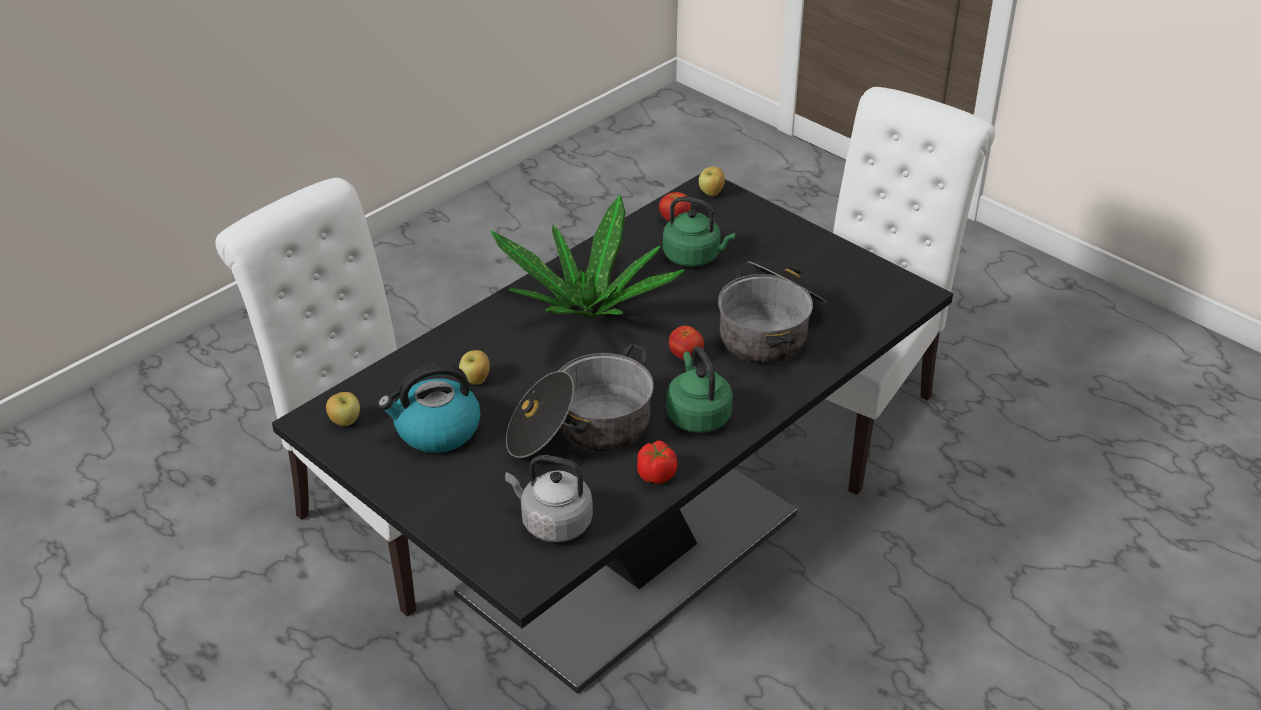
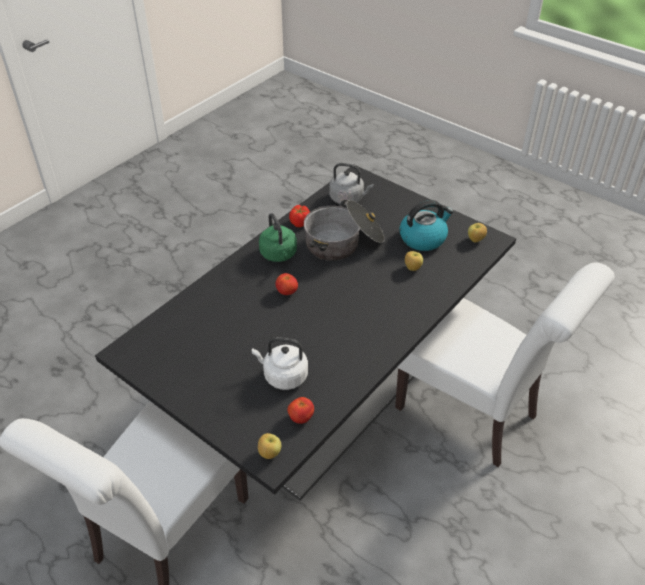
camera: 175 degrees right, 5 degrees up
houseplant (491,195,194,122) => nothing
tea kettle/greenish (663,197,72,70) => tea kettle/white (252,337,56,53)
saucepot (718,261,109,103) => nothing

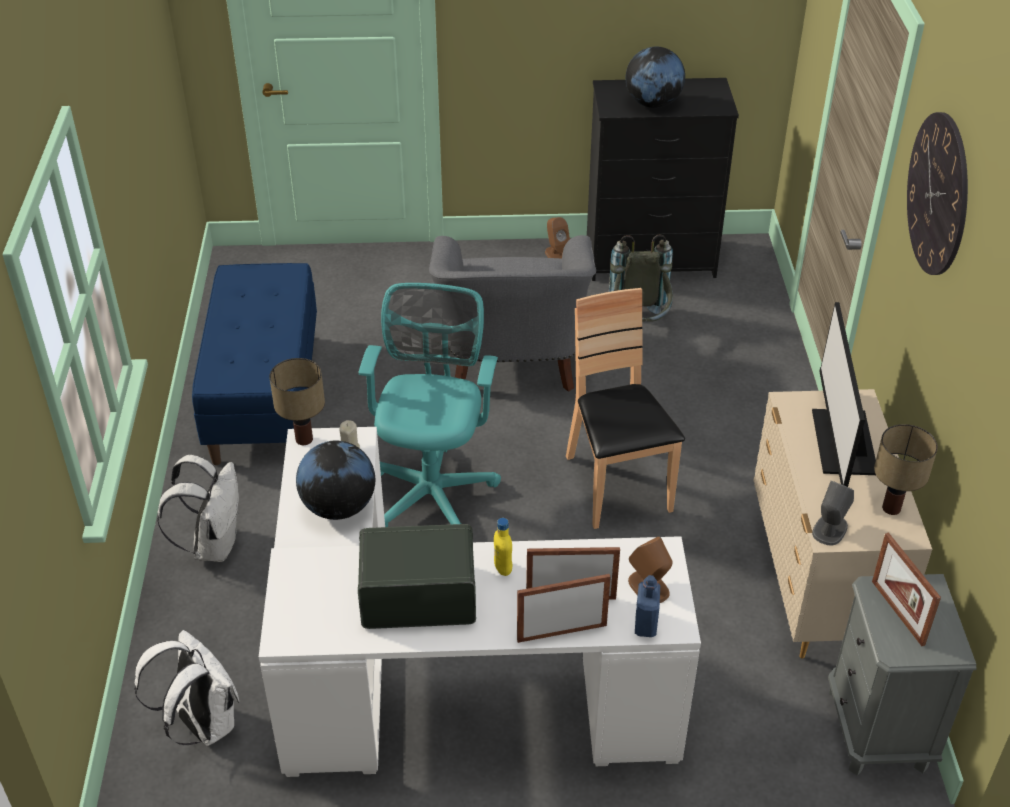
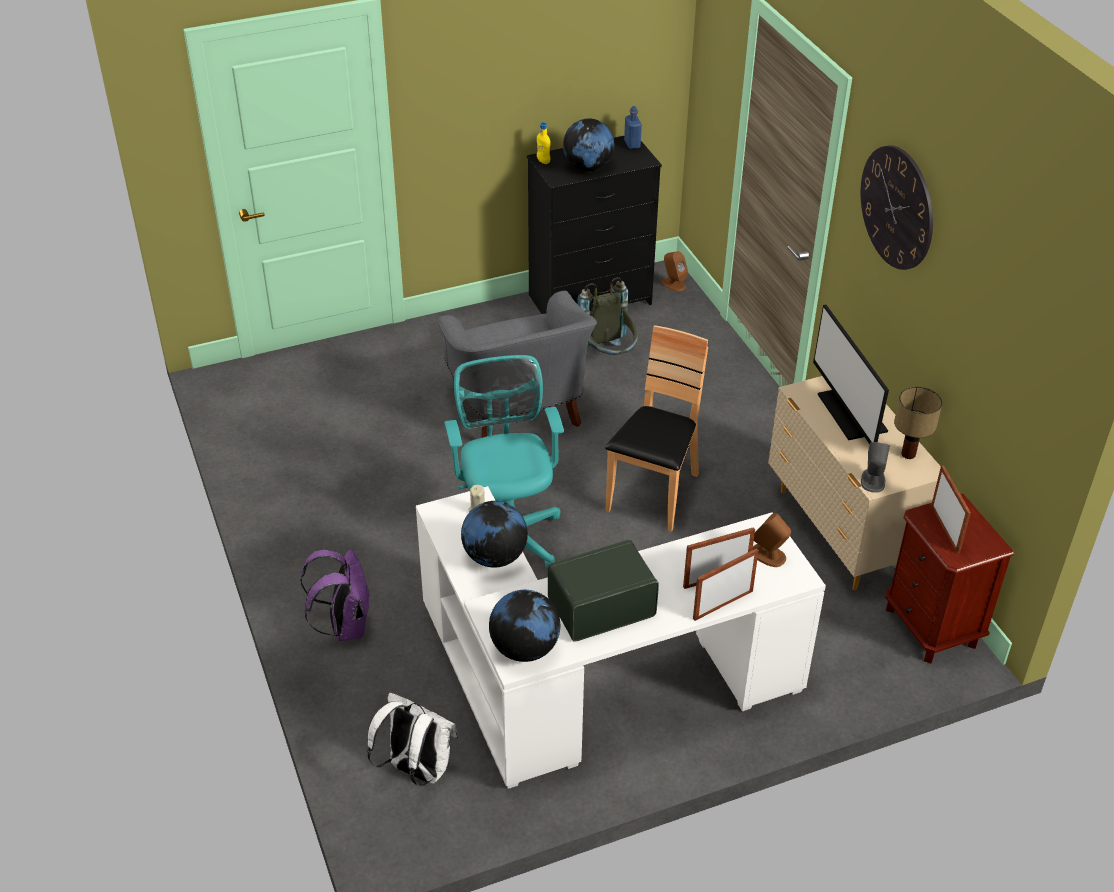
camera: 20 degrees left, 0 degrees up
loudspeaker/brownish (545,217,25,41) => loudspeaker/brownish (662,251,26,41), move
bench/bluish (192,263,125,202) => nothing
upright chair/brownish (566,288,119,241) => upright chair/brownish (605,325,103,207), 60 degrees clockwise
tabletop lamp (269,358,56,87) => nothing
backpack/white (157,455,82,107) => backpack/purplish (300,549,70,92)
drink bottle/yellow (494,518,18,58) => drink bottle/yellow (537,122,13,42), move
picture frame (872,532,69,114) => picture frame (931,465,40,88), 150 degrees counterclockwise
bedside table/grey (828,574,148,202) => bedside table/brownish (885,494,129,170)
drink bottle/bluish (635,575,25,62) => drink bottle/bluish (624,106,18,43), move
nothing => desk globe (489,590,71,72)

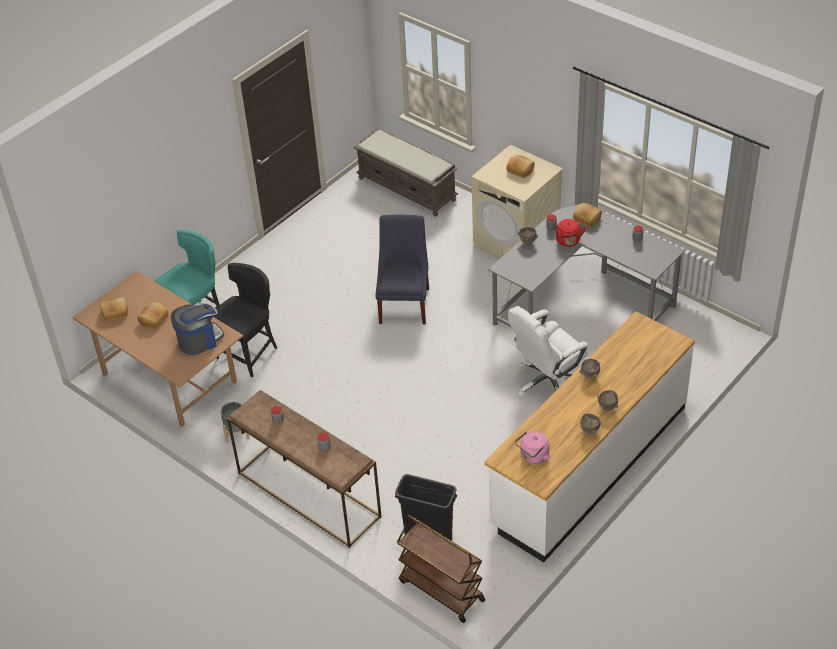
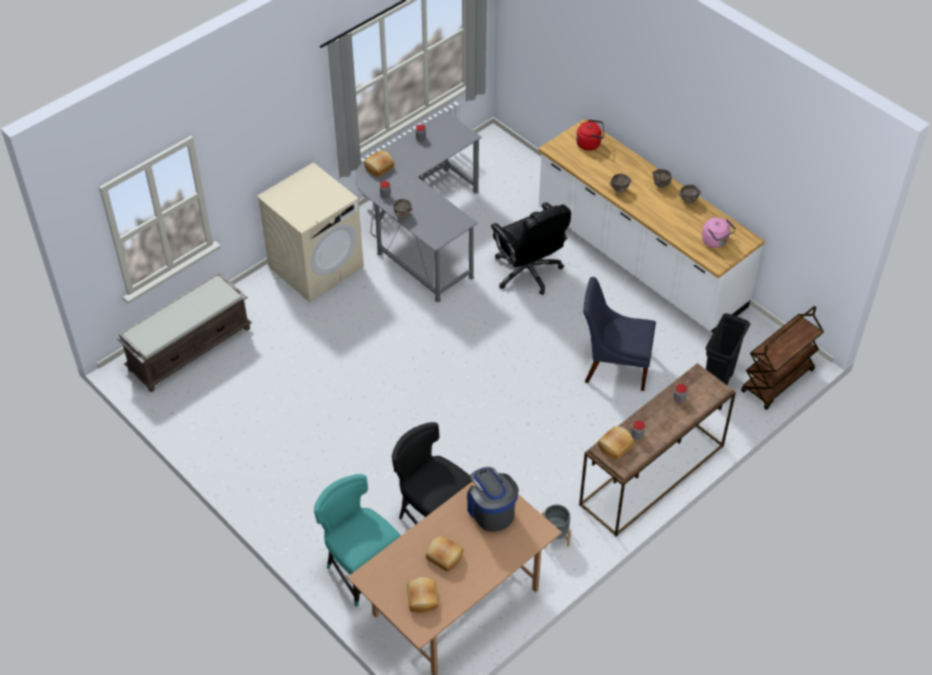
camera: 85 degrees left, 5 degrees up
bread (506,155,29,23) => bread (598,426,36,34), move
upright chair/bluish (375,215,54,110) => upright chair/bluish (583,277,73,114), move
tea kettle/reddish (556,219,30,28) => tea kettle/reddish (576,120,28,31), move
office chair/white (508,306,80,90) => office chair/black-coloured (491,202,80,93)

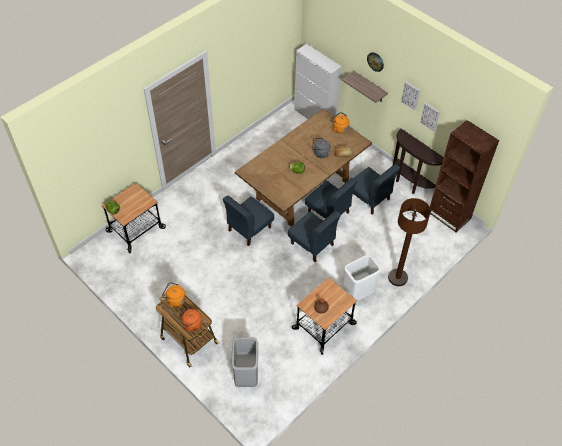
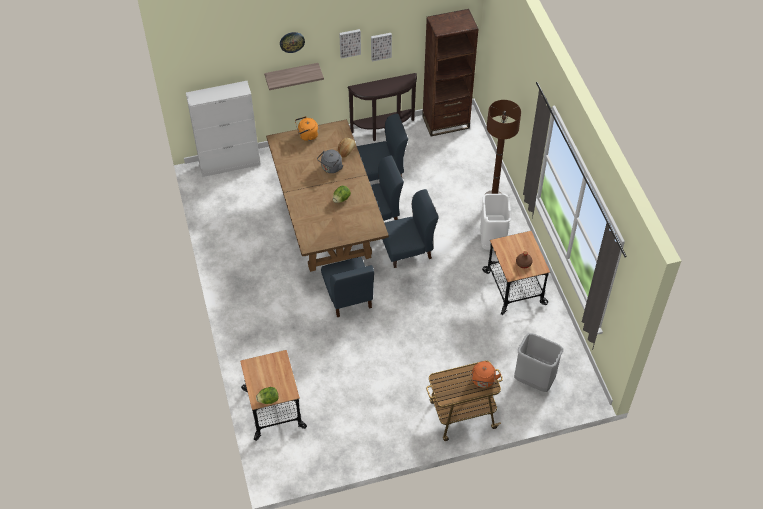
camera: 60 degrees left, 0 degrees up
tea kettle/orange-coloured (162,282,24,25) => nothing

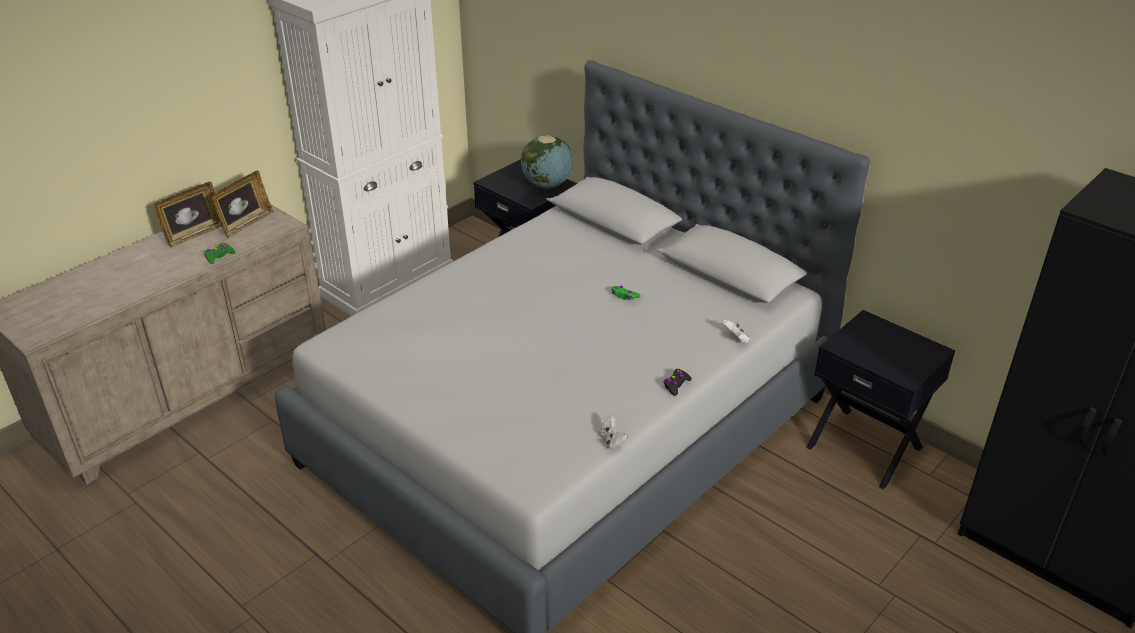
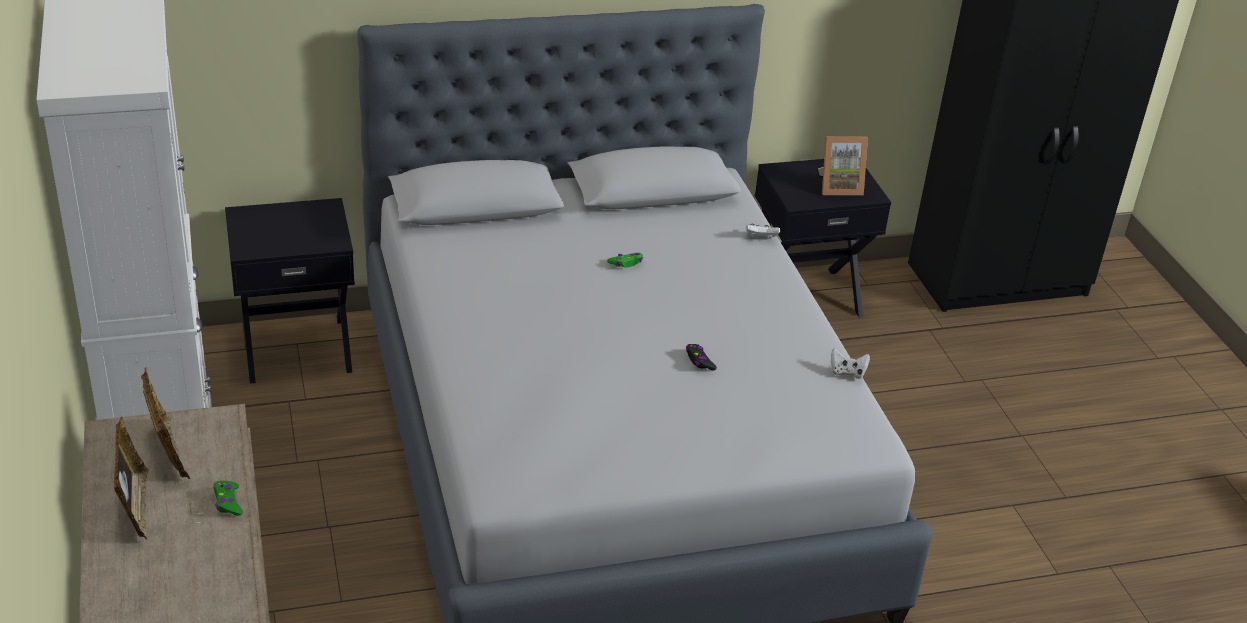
camera: 60 degrees left, 0 degrees up
desk globe (521,135,52,54) => nothing
gamepad/black-coloured (663,369,29,27) => gamepad/black-coloured (686,344,31,27), move
nothing => picture frame (818,136,50,59)

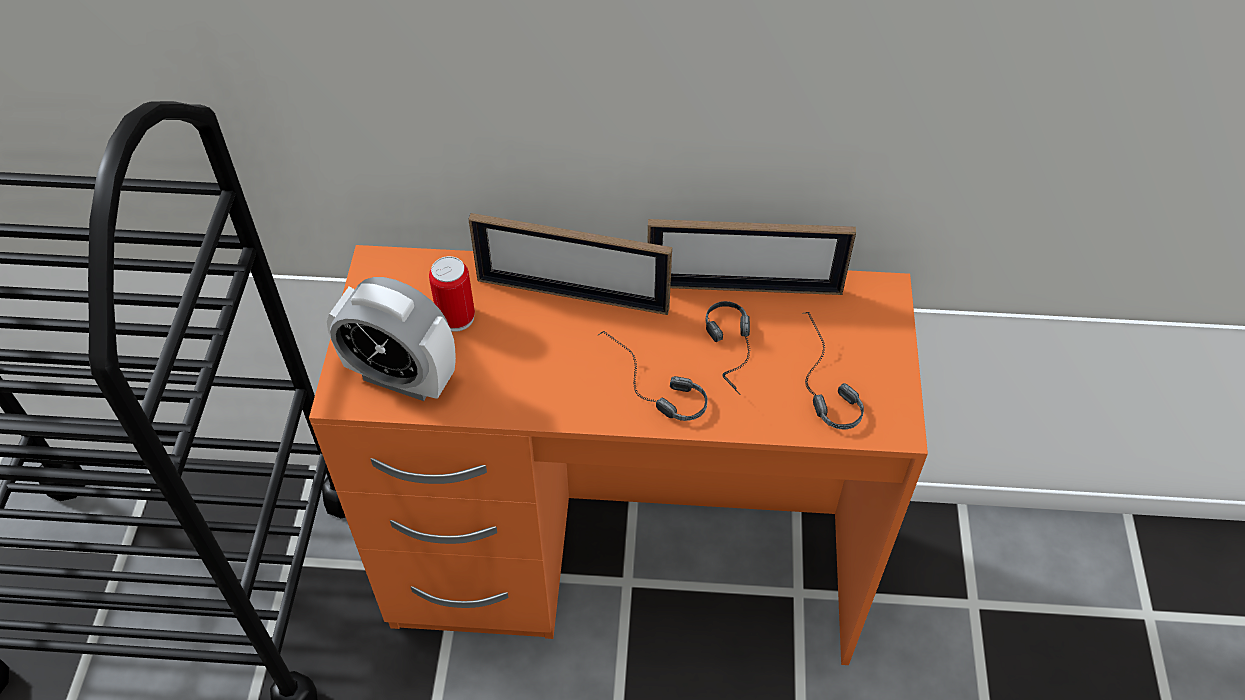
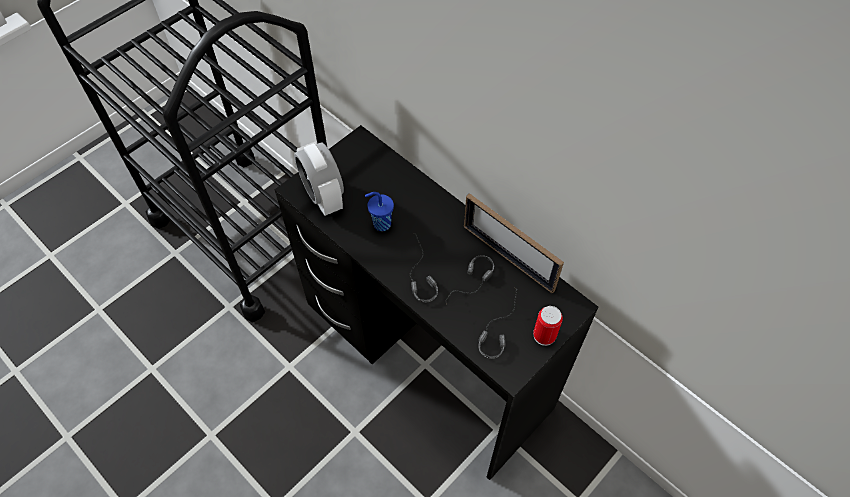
camera: 40 degrees right, 5 degrees up
picture frame (468,213,204,102) => nothing
desk/orange-coloured (309,245,619,420) => desk/black-coloured (275,125,323,355)
can (429,256,46,76) => can (533,306,30,40), move
nothing => cup/bluish (365,192,29,39)

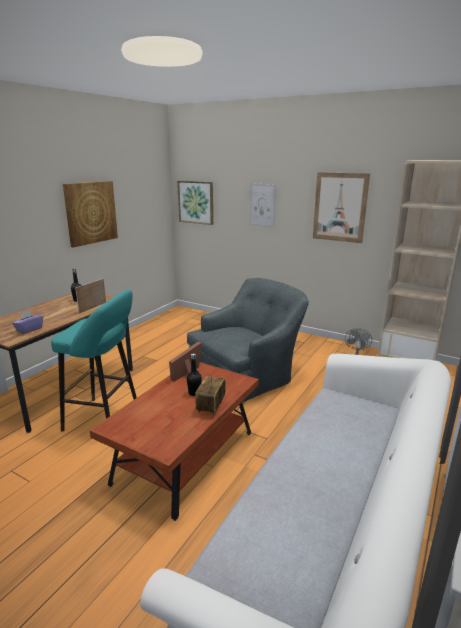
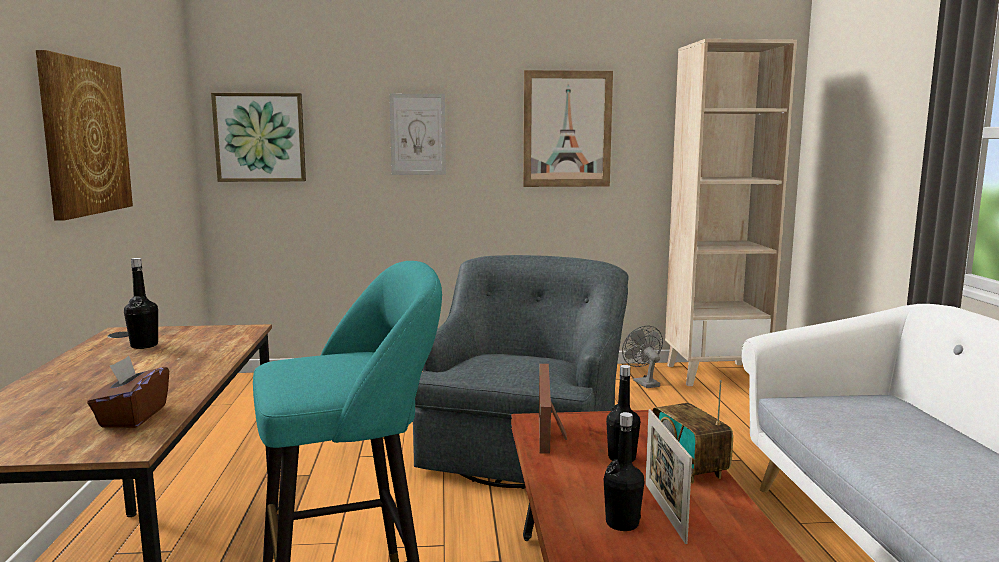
camera: 35 degrees left, 10 degrees down
picture frame (75,278,31,36) => picture frame (645,409,47,135), move
tissue holder/purplish (12,310,31,24) => tissue holder/brownish (87,356,82,72)
nothing => drink bottle/black-coloured (604,412,40,119)

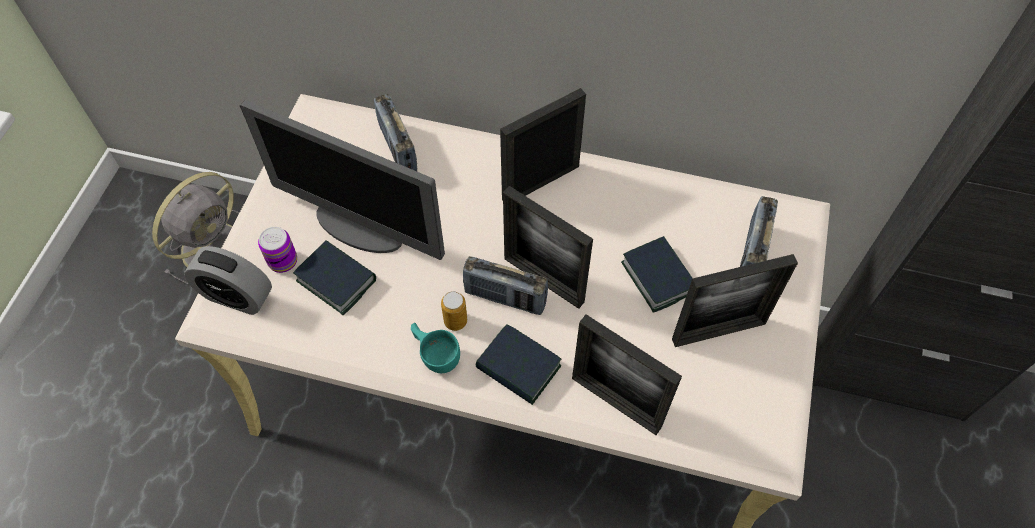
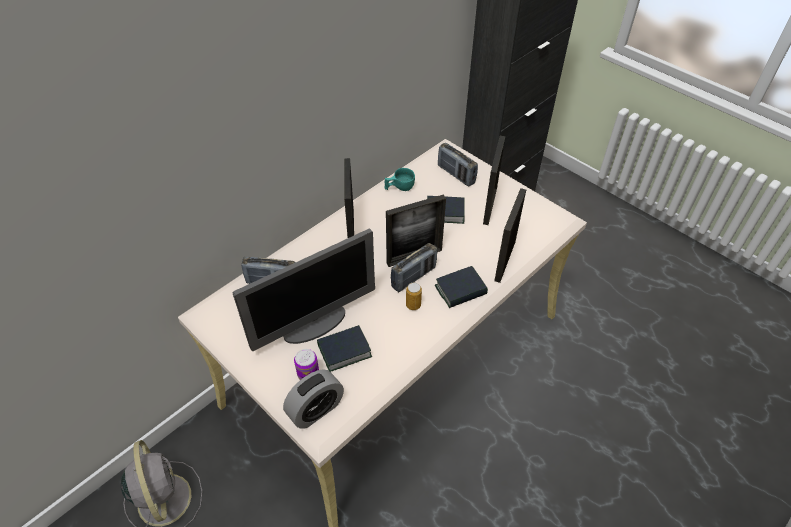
camera: 60 degrees left, 10 degrees down
picture frame (572,314,110,121) => picture frame (494,188,32,95), 135 degrees clockwise
cup/turquoise (411,323,49,50) => cup/turquoise (384,168,31,23), move

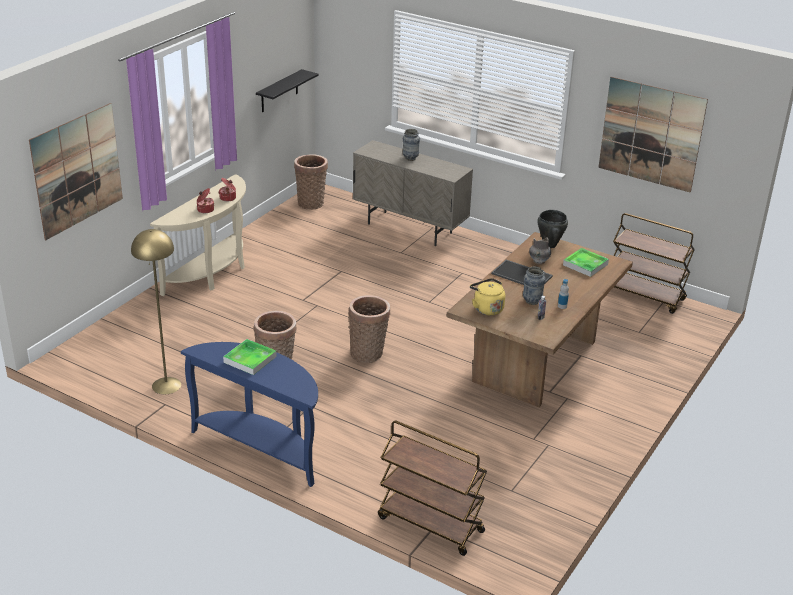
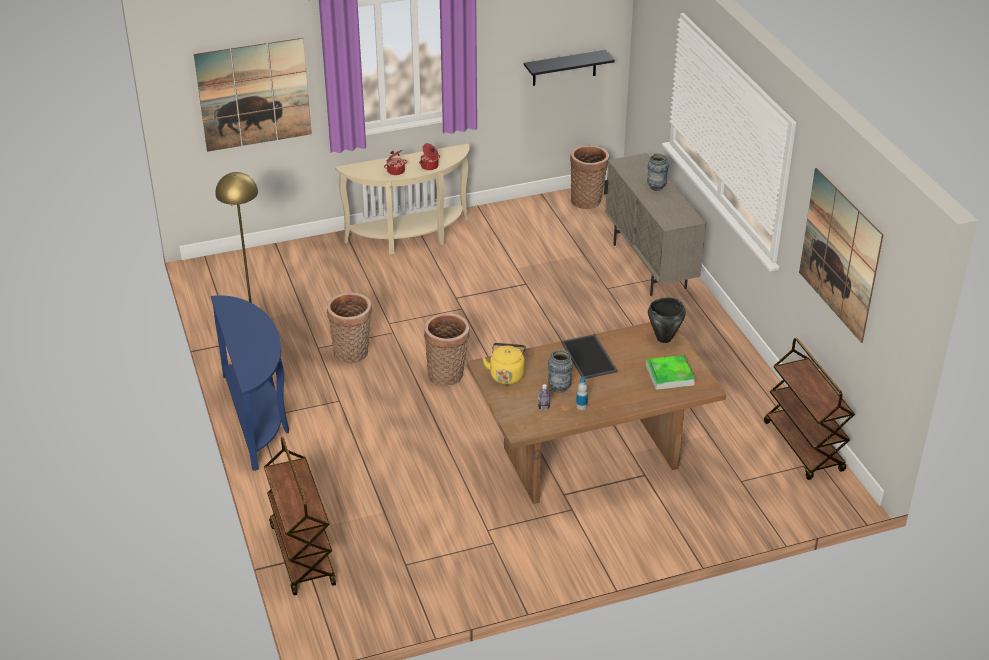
camera: 40 degrees right, 5 degrees up
flower vase/grey (529,237,22,28) => nothing
serving tray (223,339,54,36) => nothing

